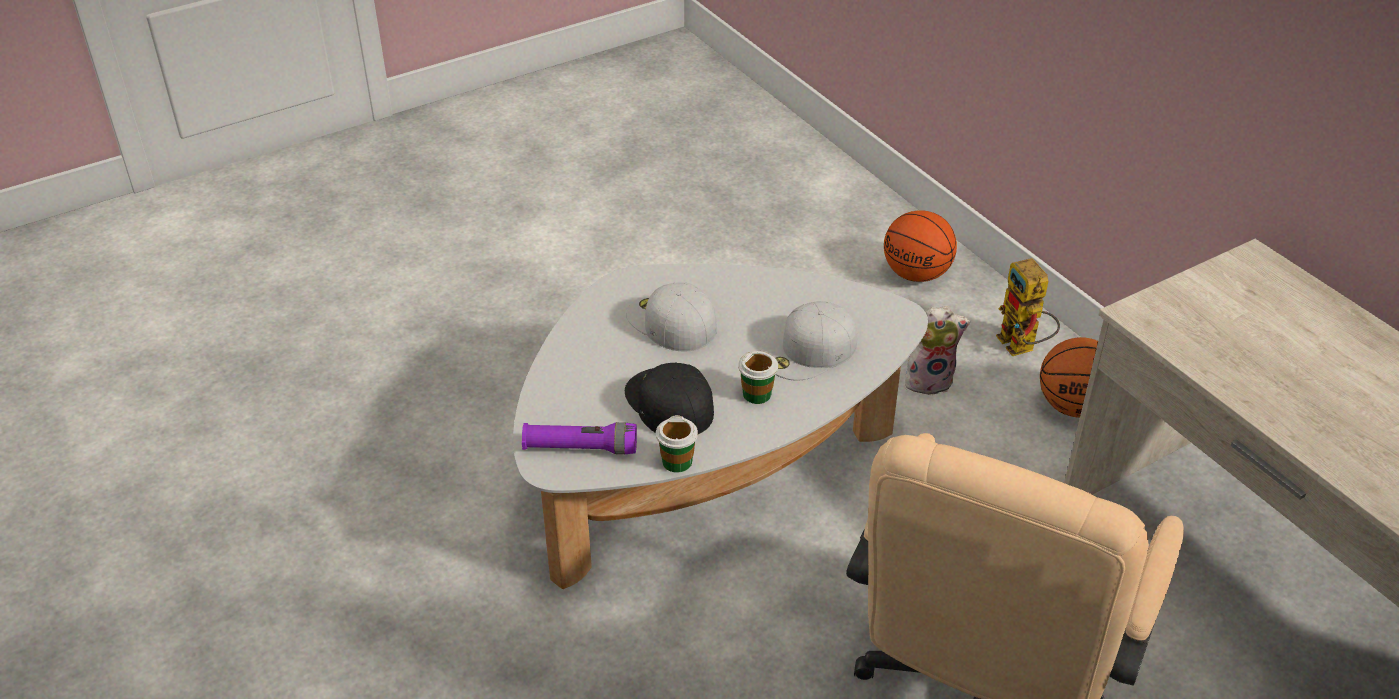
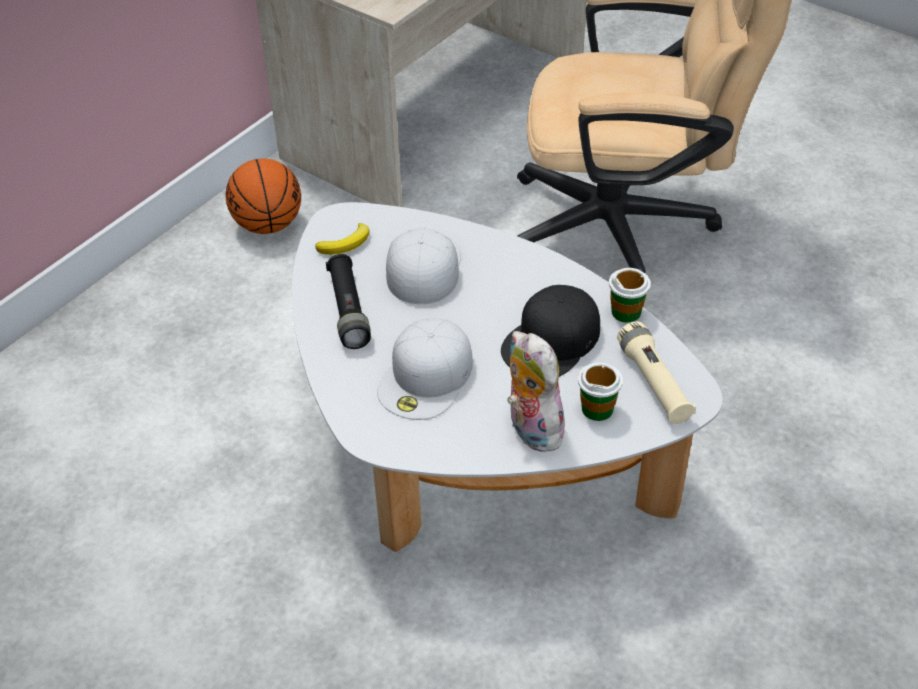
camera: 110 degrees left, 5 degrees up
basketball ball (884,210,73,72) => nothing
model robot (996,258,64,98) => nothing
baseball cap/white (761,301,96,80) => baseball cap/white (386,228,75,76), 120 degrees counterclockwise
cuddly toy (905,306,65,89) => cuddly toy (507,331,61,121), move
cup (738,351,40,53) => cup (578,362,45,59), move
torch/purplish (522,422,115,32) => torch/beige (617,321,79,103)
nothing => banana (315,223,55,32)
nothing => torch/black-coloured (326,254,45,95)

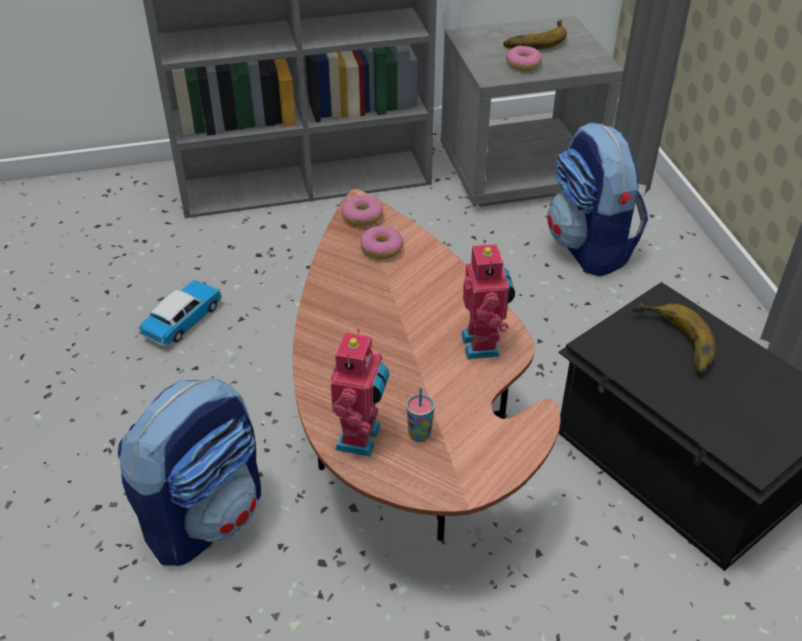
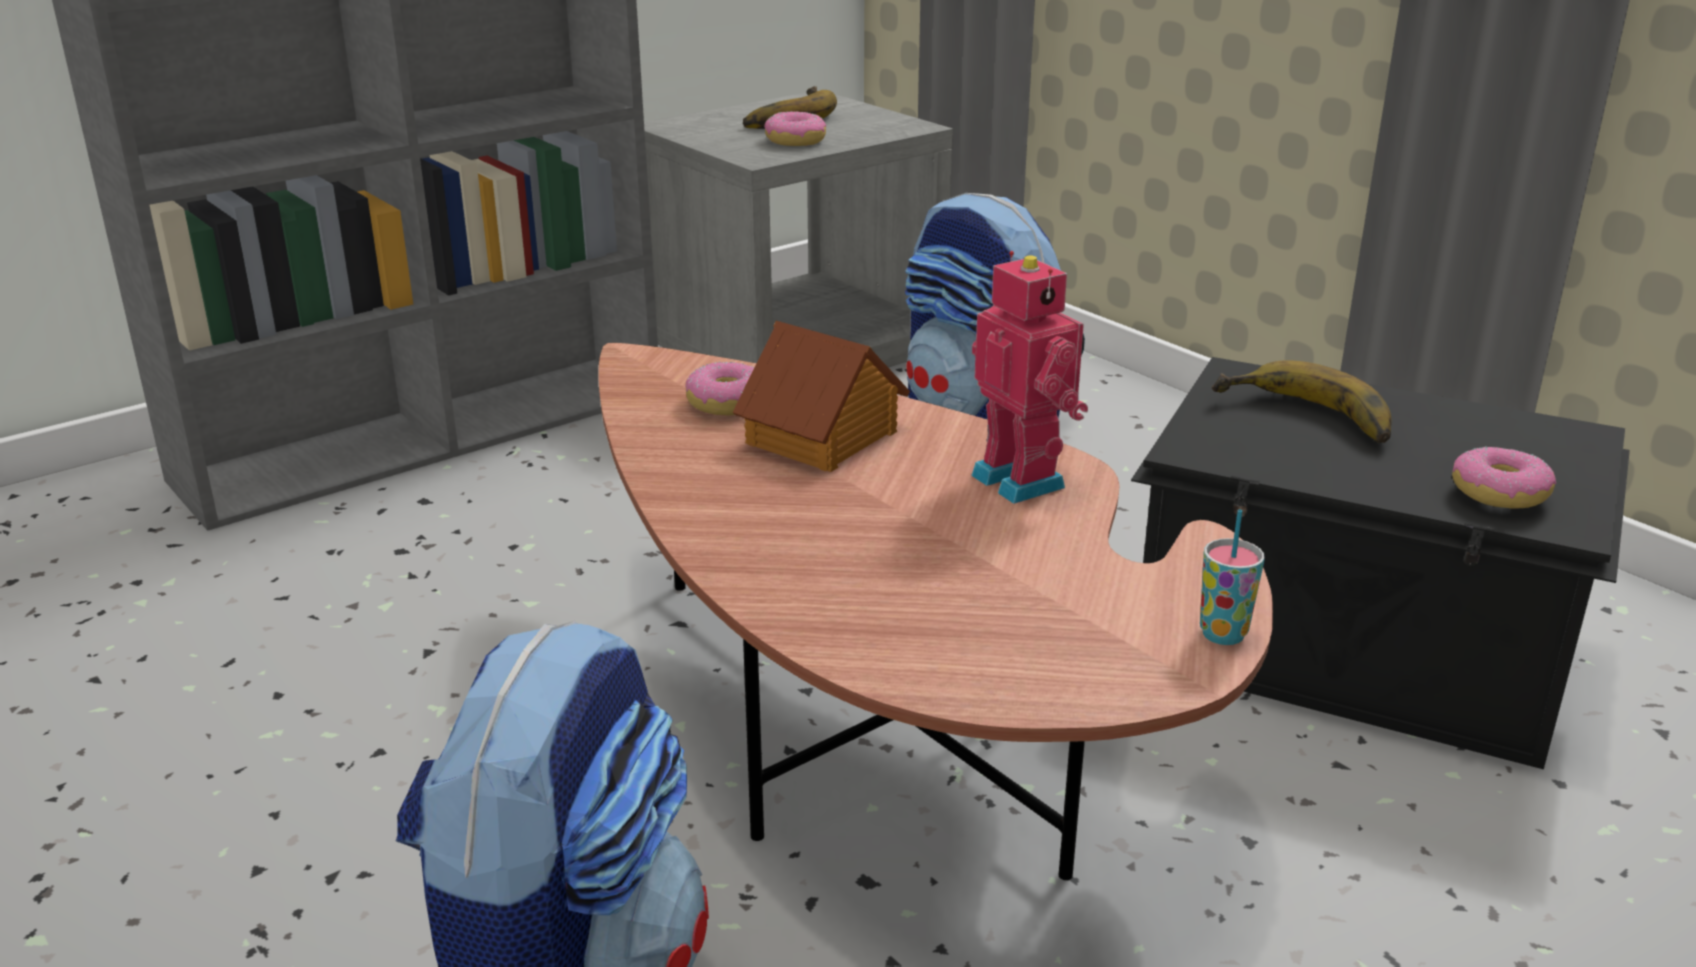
camera: 25 degrees left, 15 degrees down
doughnut (341,195,42,31) => doughnut (1452,446,104,63), move
model car (139,280,84,66) => nothing
model robot (331,329,58,128) => nothing
cup (406,388,29,54) => cup (1200,509,65,136), move
nothing => toy house (732,321,178,151)

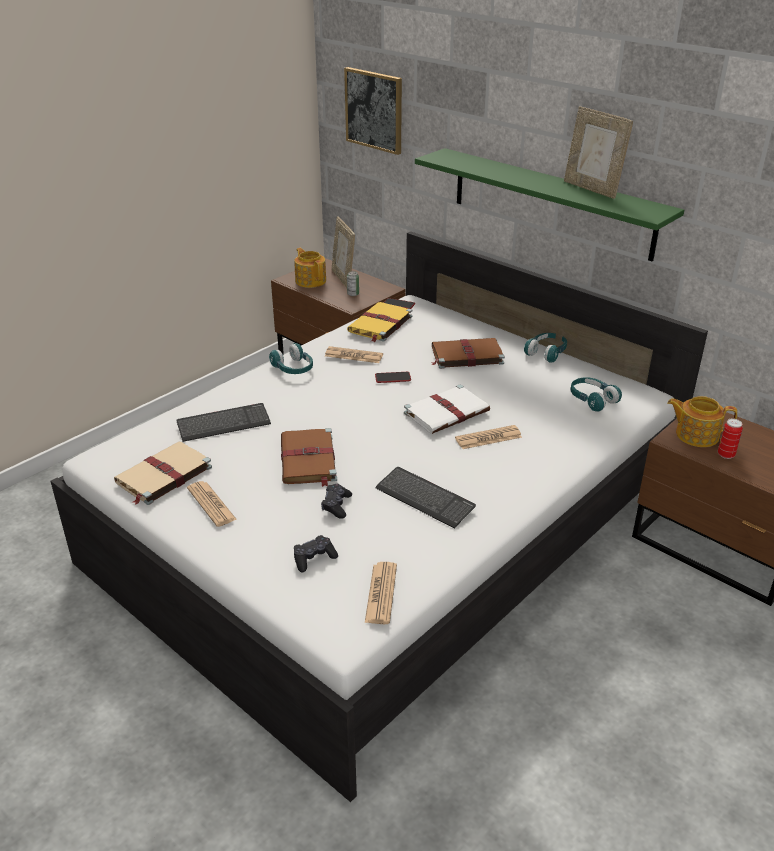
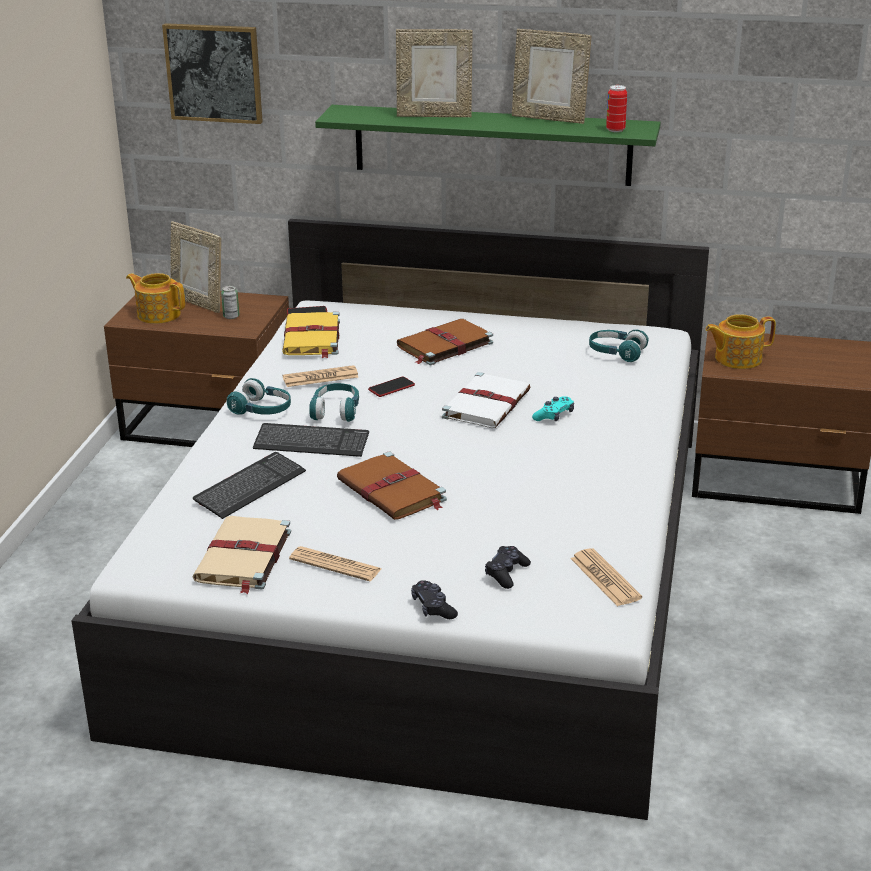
camera: 30 degrees left, 5 degrees down
pair of headphones/turquoise (524,333,43,30) => pair of headphones/turquoise (309,383,50,39), move
can (718,418,25,41) => can (606,85,21,47), move
daily paper (455,425,67,24) => gamepad/turquoise (532,397,42,24)
computer keyboard (375,467,101,62) => computer keyboard (253,423,116,34), move
gamepad/black-coloured (321,484,31,35) => gamepad/black-coloured (411,580,47,39), move
nothing => picture frame (396,29,77,88)

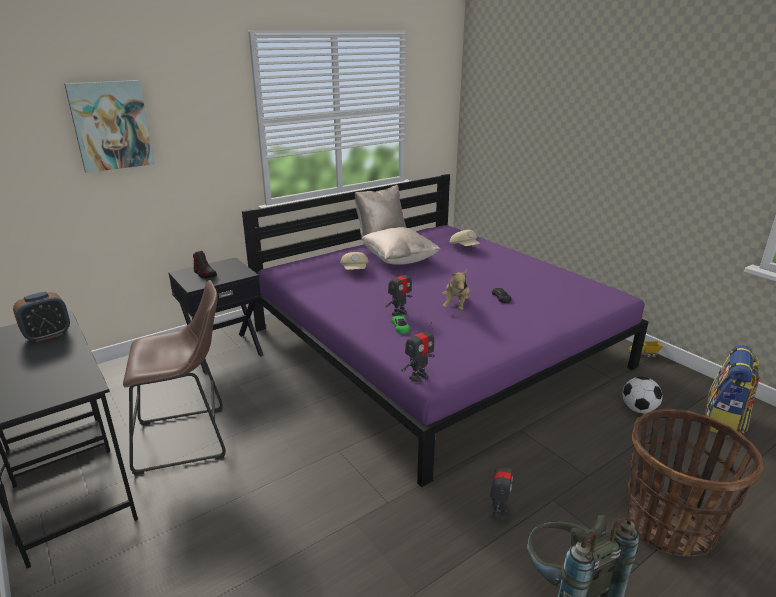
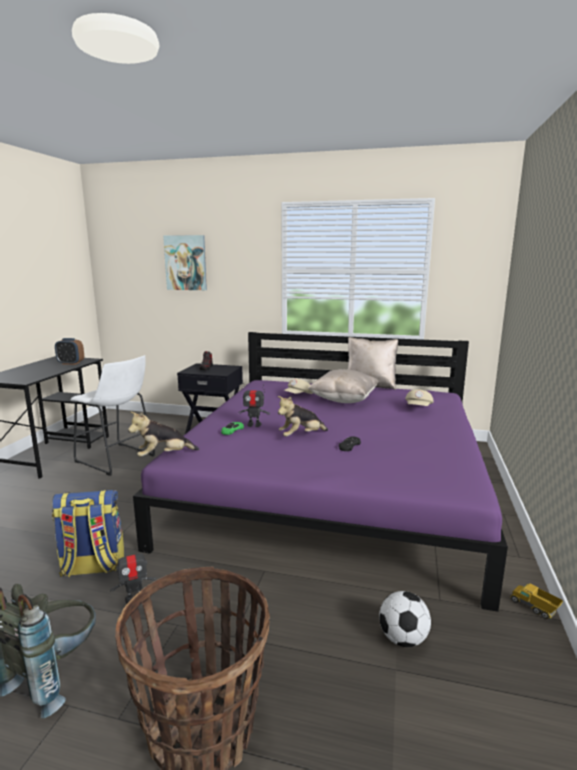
camera: 50 degrees right, 10 degrees down
sitting stool/brownish (123,280,103,195) => sitting stool/white (70,355,85,121)
model robot (402,322,33,60) => cuddly toy (128,411,71,46)
backpack (705,345,55,92) => backpack (52,490,72,87), move

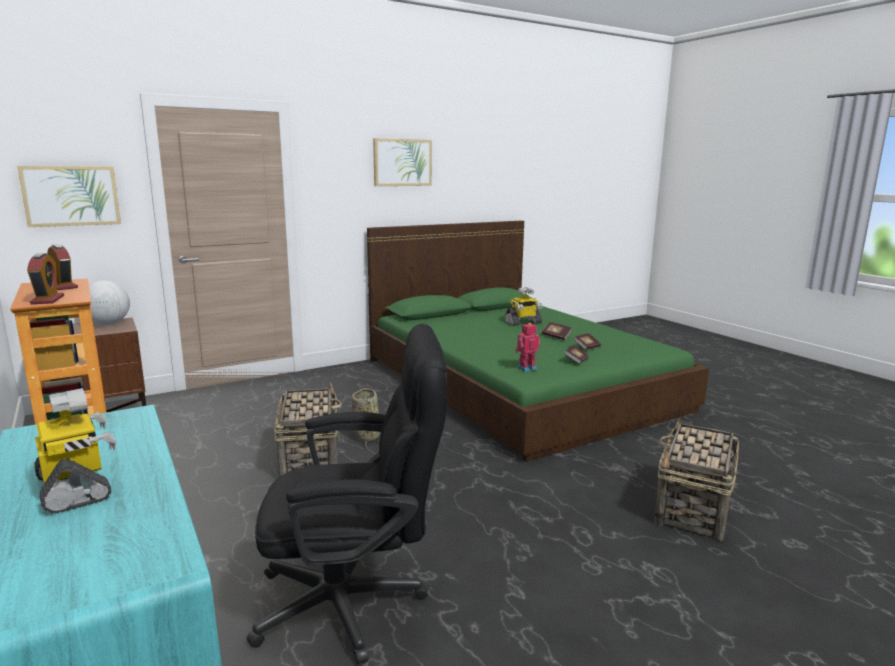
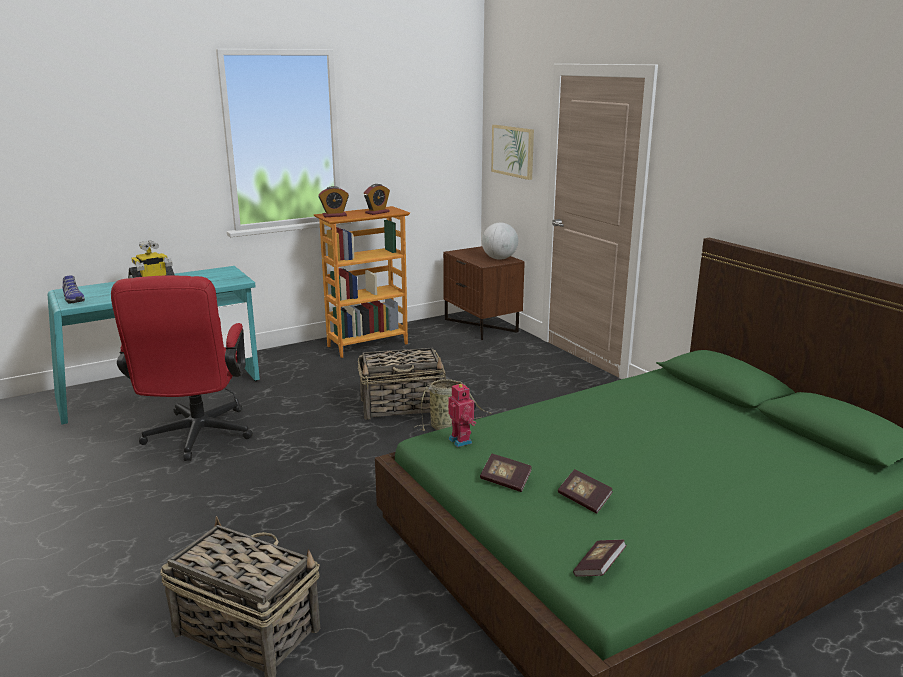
camera: 90 degrees right, 5 degrees up
picture (373,138,59,48) => nothing
model robot (505,287,38,39) => nothing
volume (542,322,30,18) => volume (573,540,54,36), move
office chair/black-coloured (247,324,200,341) => office chair/reddish (111,275,142,186)
nothing => shoe (63,275,22,28)

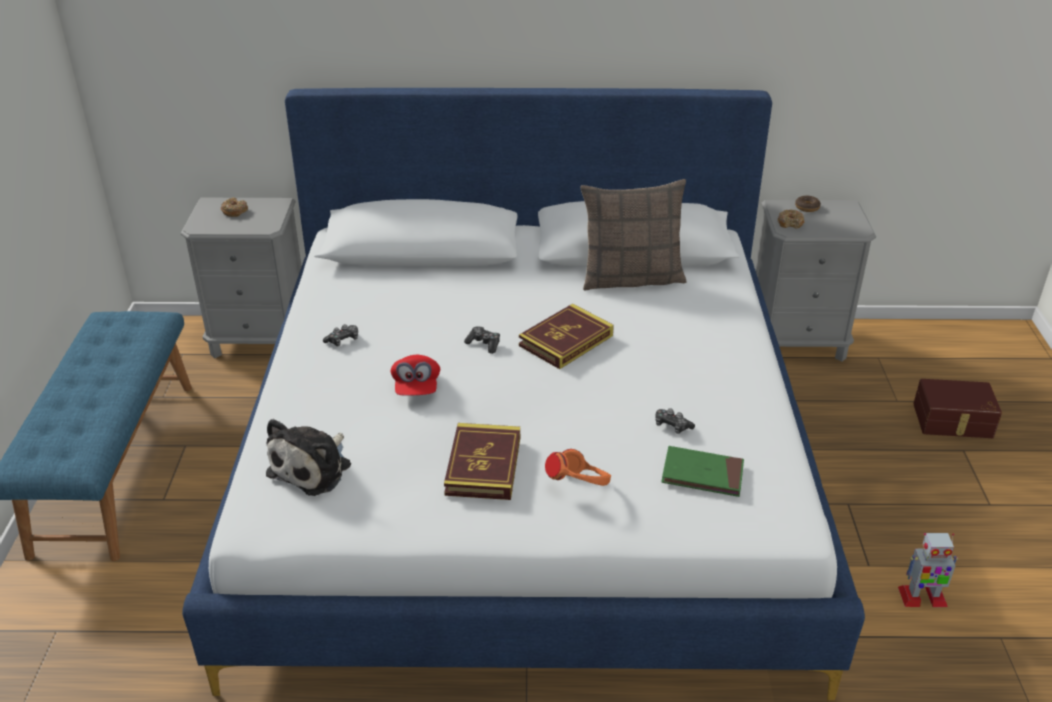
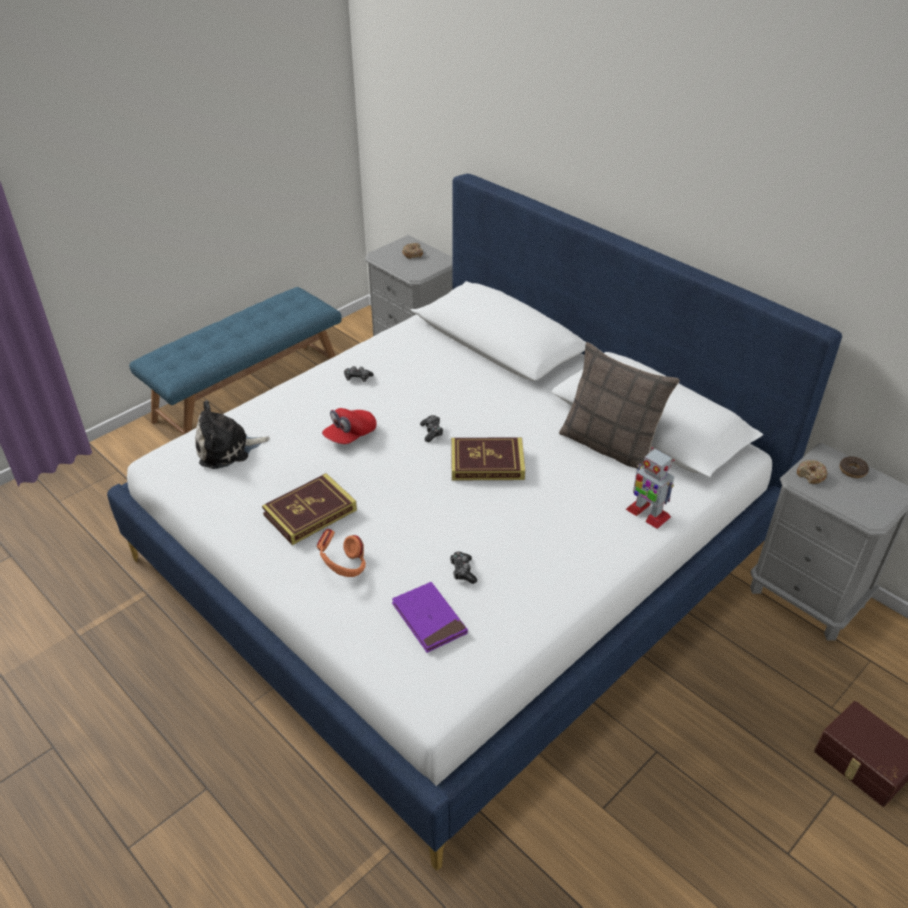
camera: 45 degrees right, 5 degrees up
volume/greenish (661,446,83,51) => volume/purplish (392,582,76,71)
model robot (898,533,60,74) => model robot (626,447,49,82), move

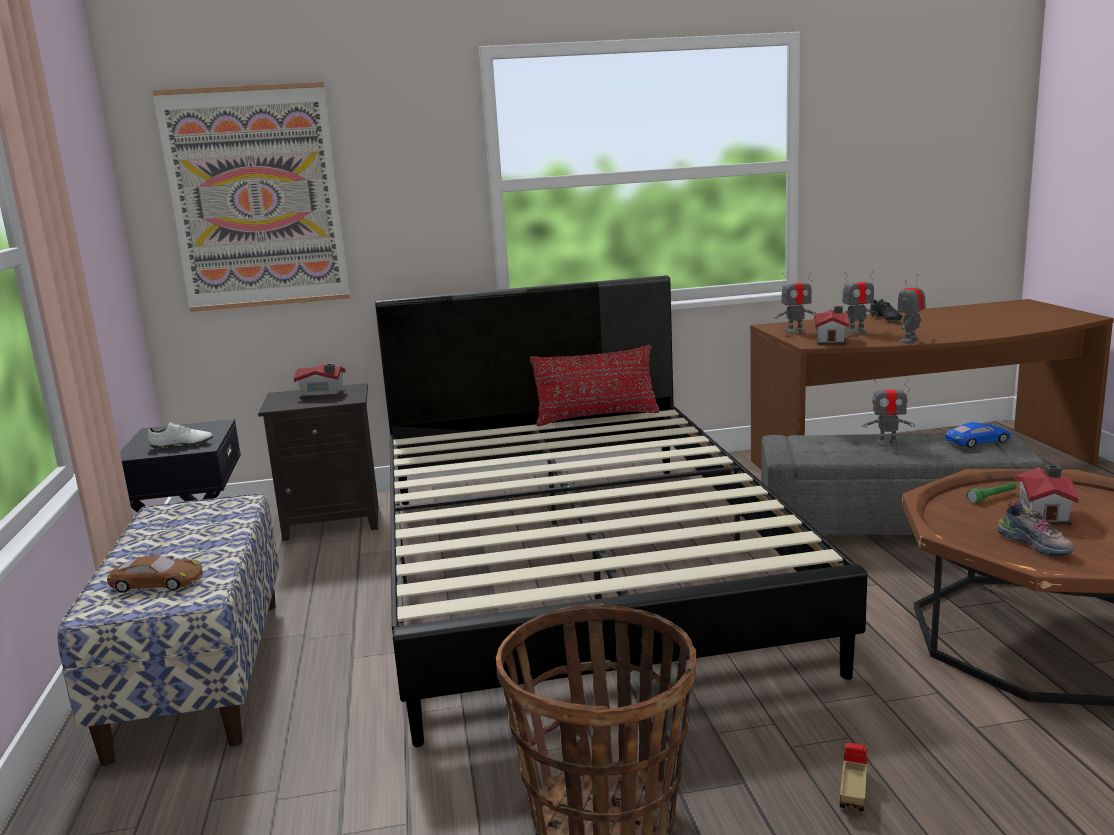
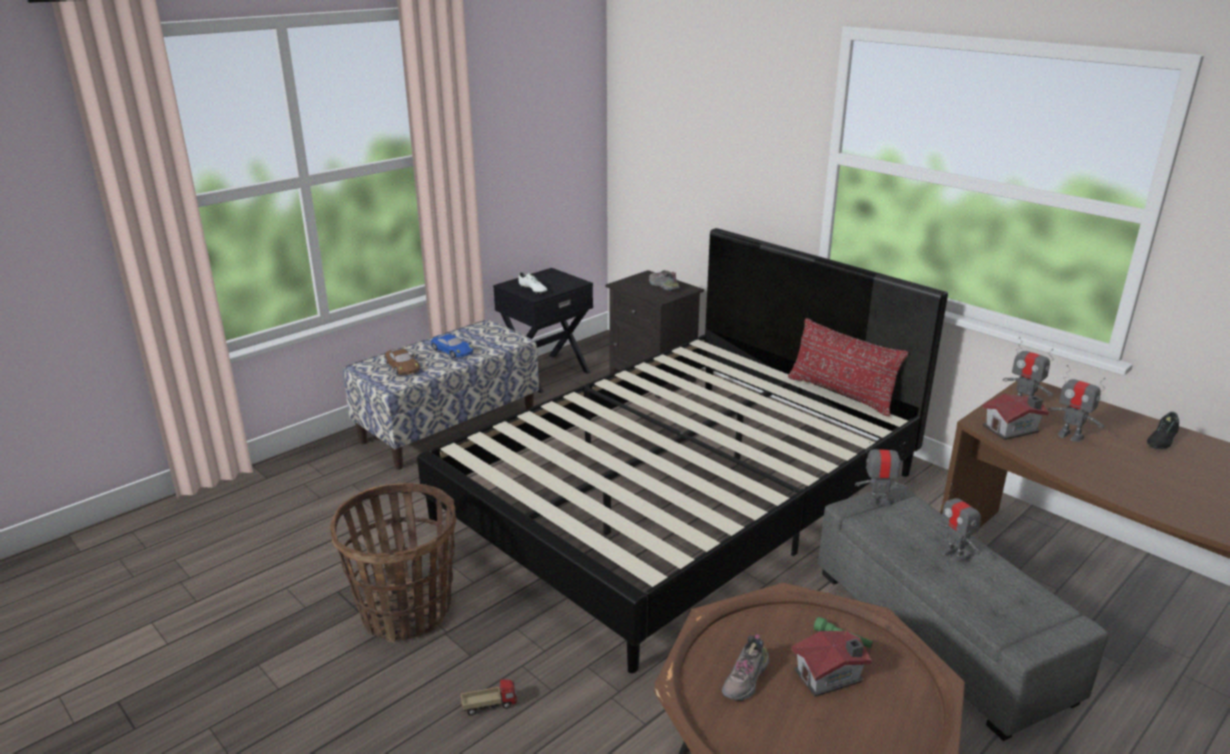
camera: 55 degrees right, 10 degrees up
picture (153,82,197,230) => nothing
model robot (898,274,28,70) => model robot (855,442,52,63), move
toy house (294,363,52,35) => shoe (649,270,30,21)
model car/bluish (945,422,66,26) => model car/bluish (431,334,42,24), move

